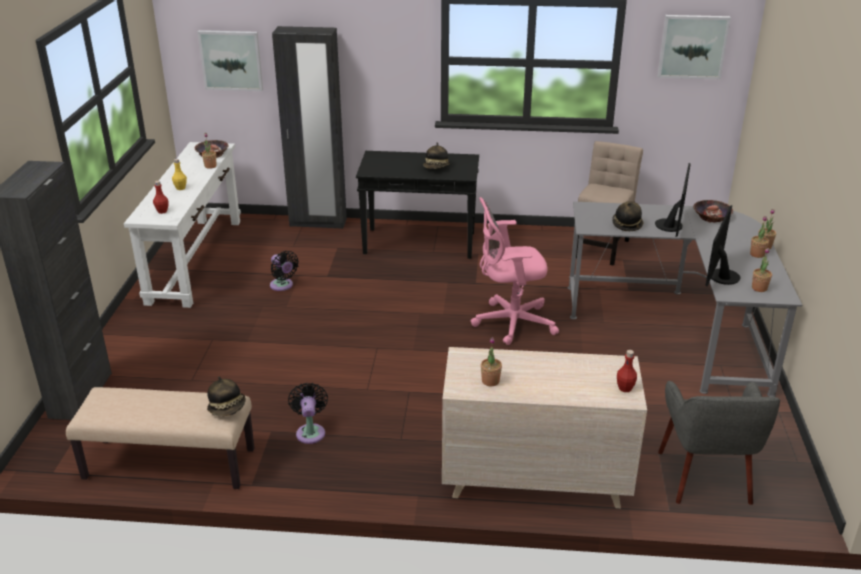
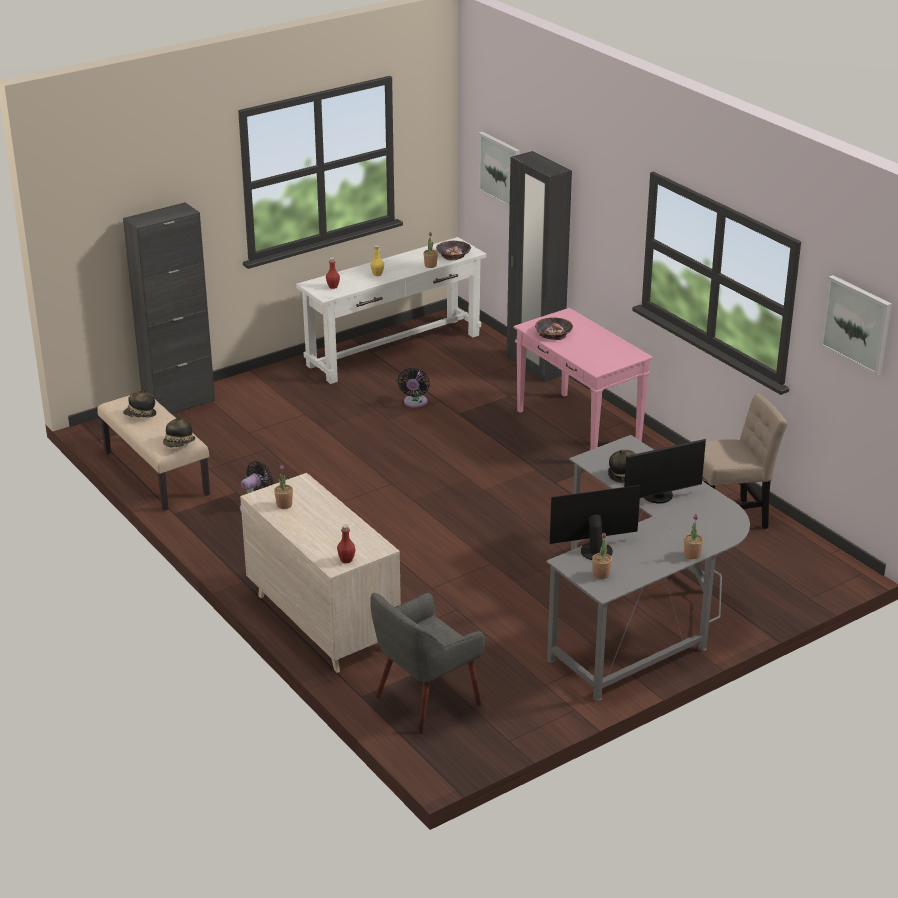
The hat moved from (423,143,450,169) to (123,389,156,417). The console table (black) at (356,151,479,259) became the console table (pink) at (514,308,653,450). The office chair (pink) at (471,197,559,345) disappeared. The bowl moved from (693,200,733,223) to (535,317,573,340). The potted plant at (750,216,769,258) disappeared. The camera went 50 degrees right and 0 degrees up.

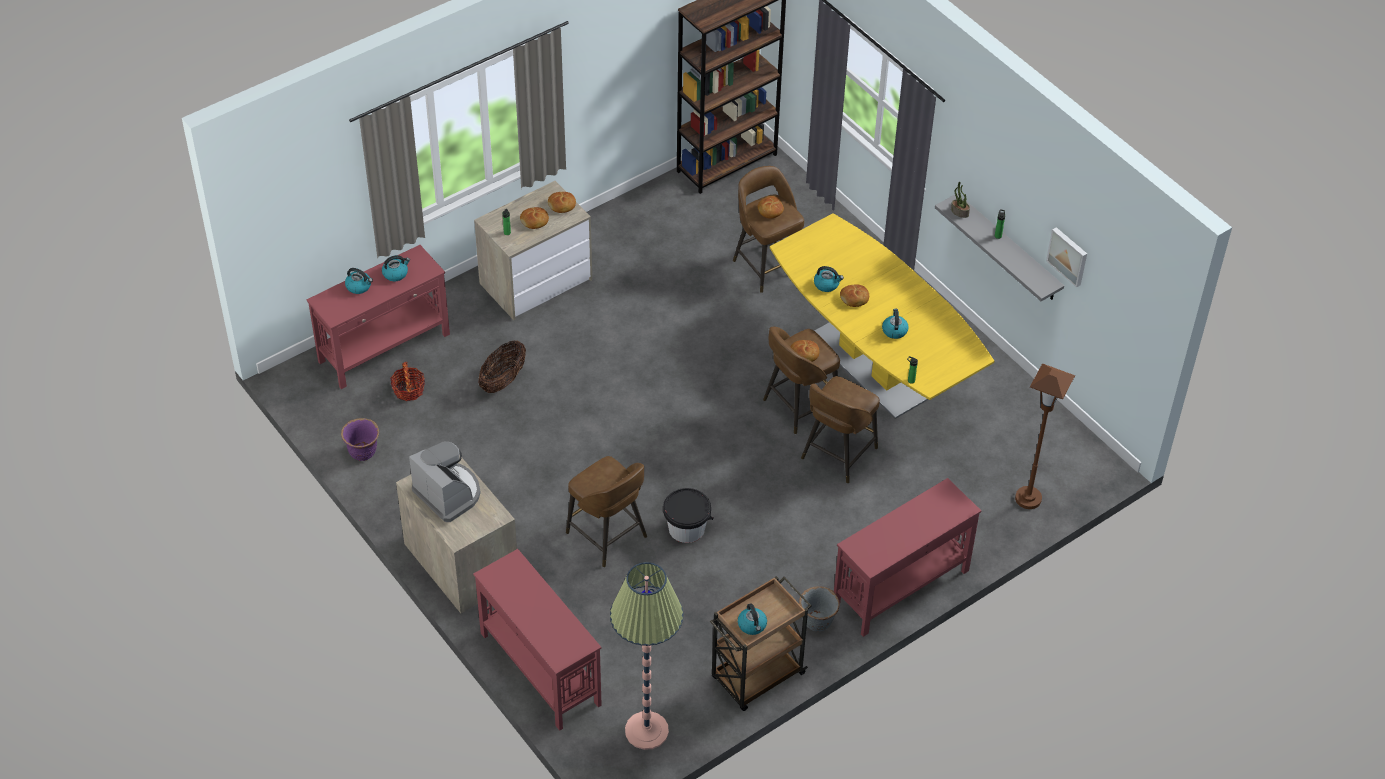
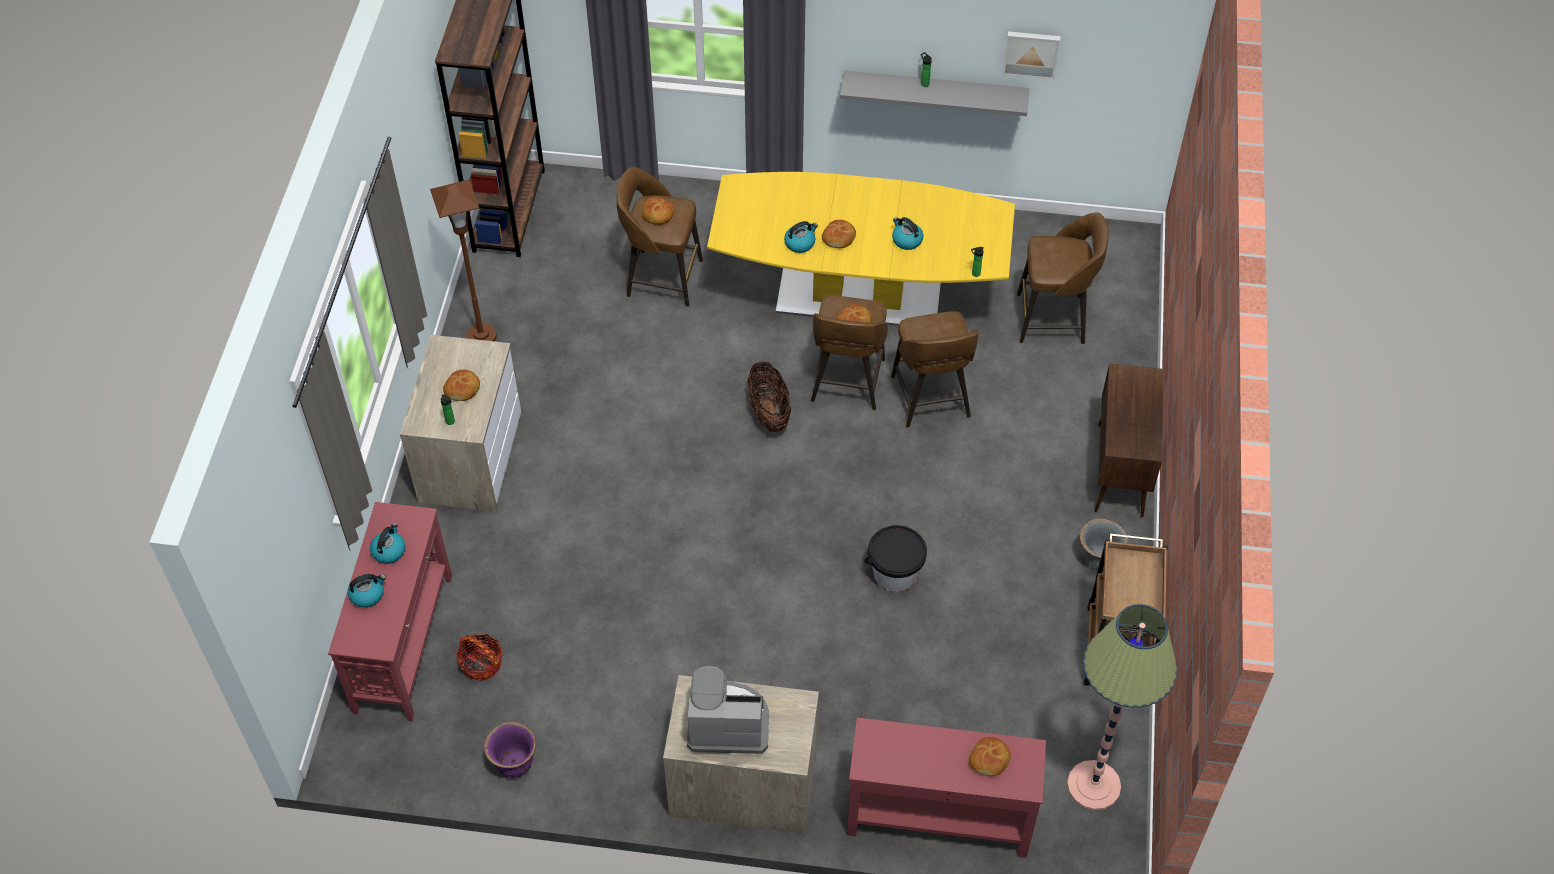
The potted plant at (951,182,970,218) disappeared. The bread moved from (548,192,576,213) to (969,737,1011,776). The basket moved from (478,341,526,393) to (747,362,791,432). The floor lamp (brown) moved from (1015,363,1075,509) to (430,180,497,341). The stool (brown) moved from (566,456,647,567) to (1017,212,1109,344). The console table (red) at (834,478,981,637) was replaced by the cabinet (brown) at (1094,363,1164,517). The kettle at (738,603,767,635) disappeared. The camera went 45 degrees left and 5 degrees up.

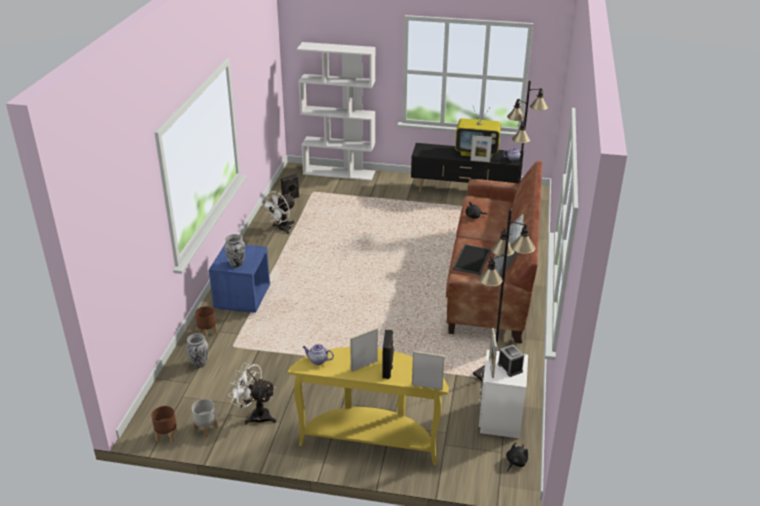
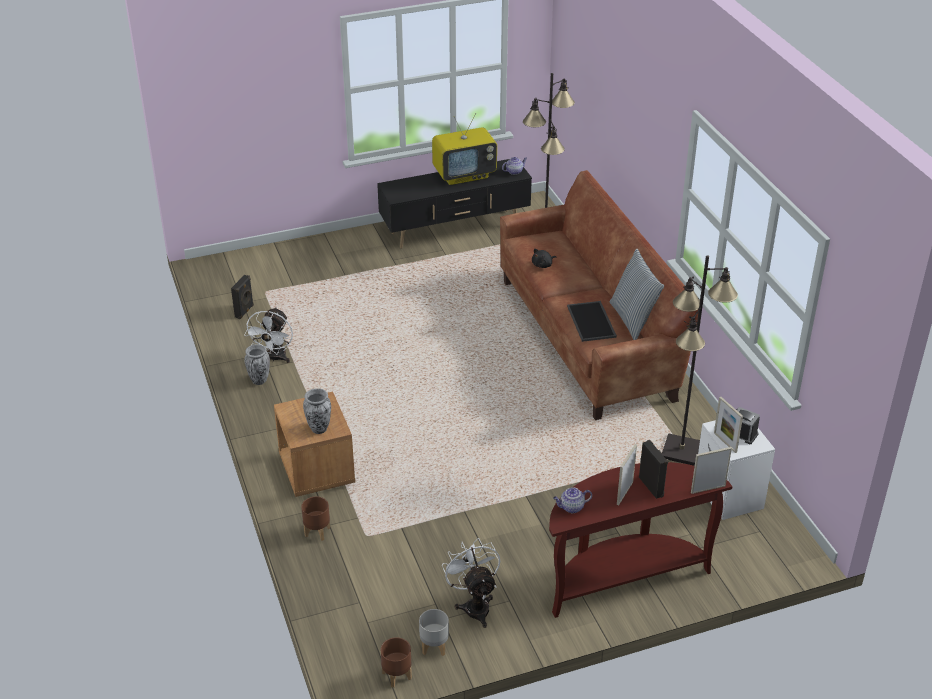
The bookcase (white) at (297,42,376,181) disappeared. The picture frame at (470,135,492,162) disappeared. The nightstand (blue) at (209,245,270,313) became the nightstand (brown) at (274,391,355,497). The vase moved from (186,333,208,368) to (245,344,270,385). The console table (yellow) at (288,347,449,465) became the console table (brown) at (549,462,732,618). The fan (white) at (228,363,276,425) turned 75 degrees clockwise. The plush toy (black) at (506,443,528,472) disappeared. The camera went 30 degrees left and 5 degrees up.

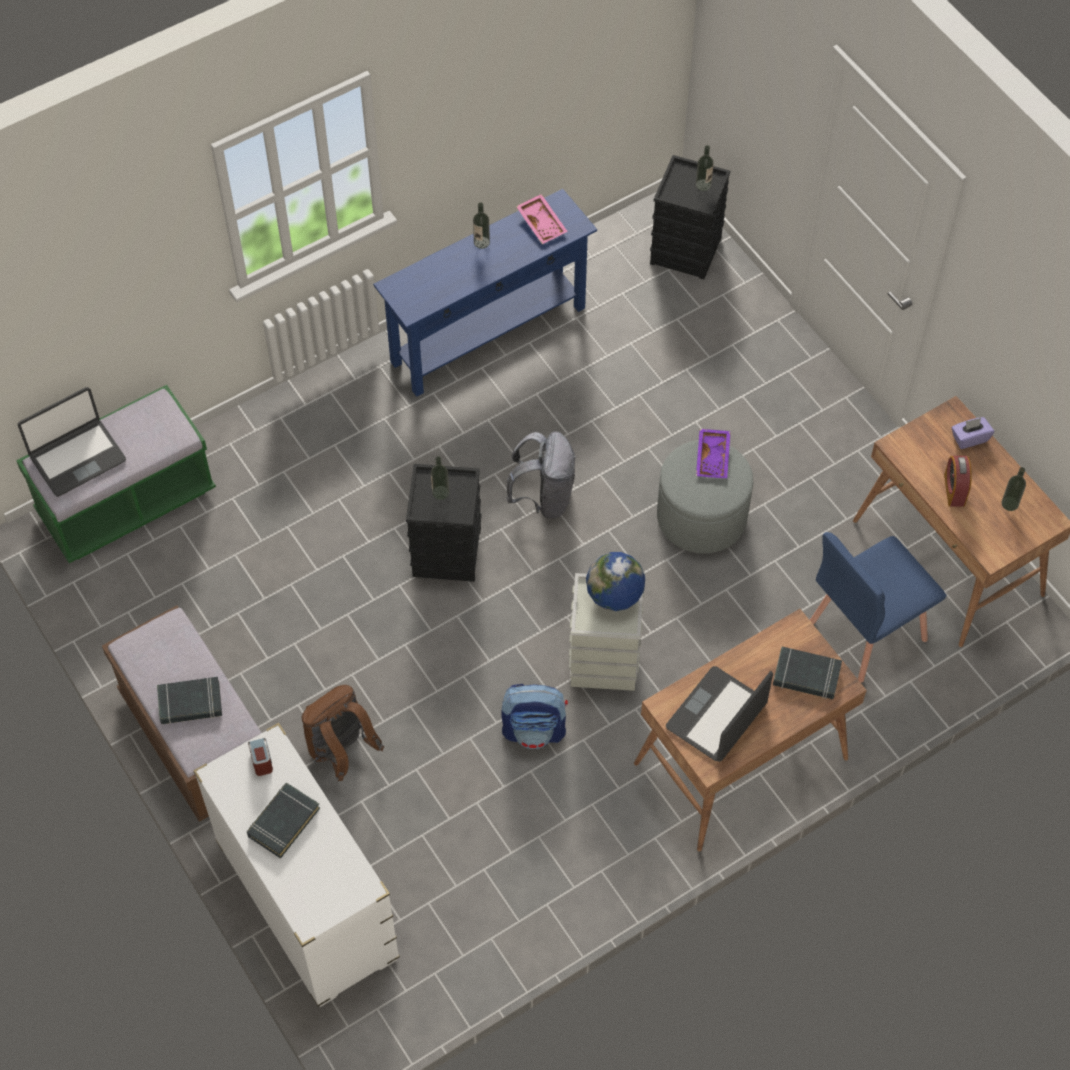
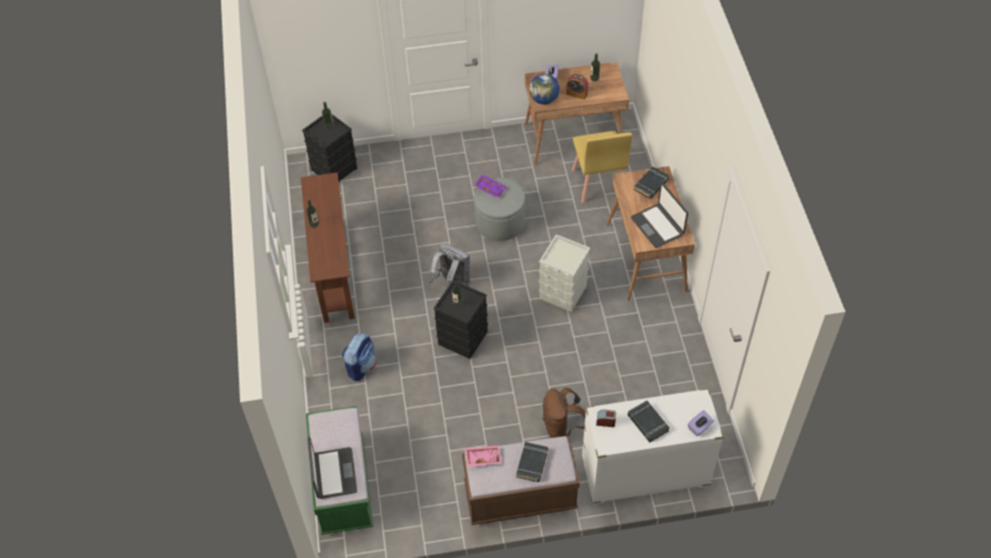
The console table (blue) at (373,189,597,397) became the console table (brown) at (301,173,355,323). The tray (pink) moved from (516,194,568,244) to (465,446,502,466). The chair (blue) at (810,532,946,682) became the chair (yellow) at (572,131,633,203). The globe moved from (586,552,645,611) to (529,74,560,105). The backpack moved from (501,684,568,749) to (342,333,376,381). The tissue box (purple) at (688,410,714,437) appeared. The camera went 65 degrees left and 5 degrees down.

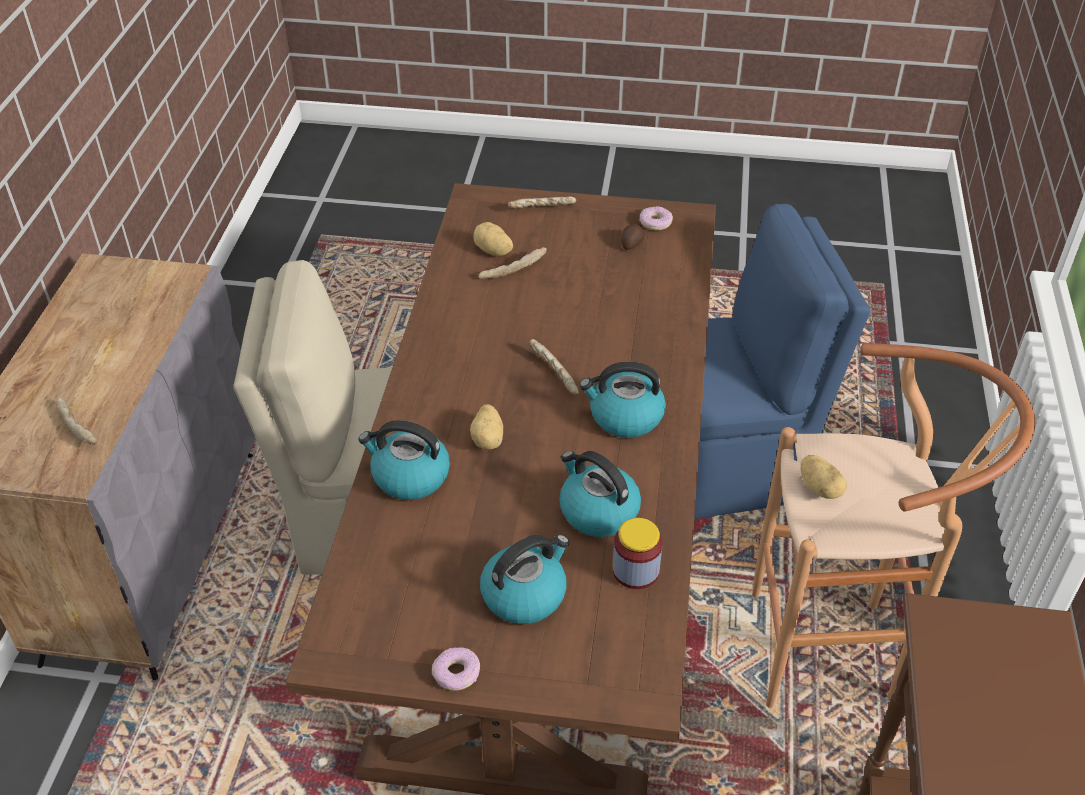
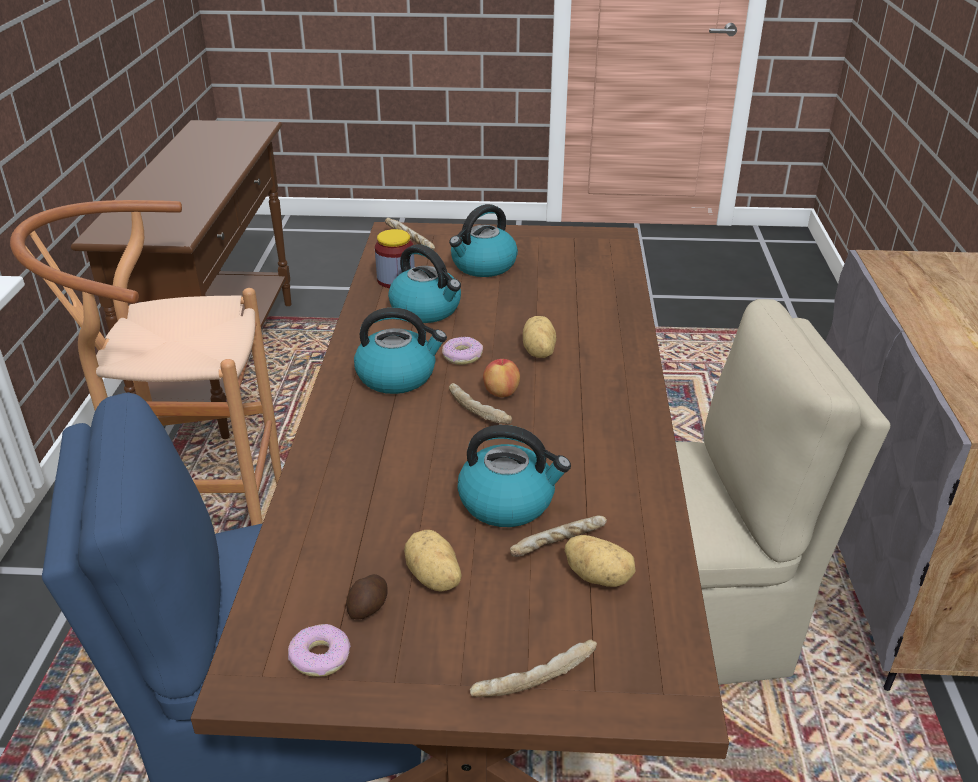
The bread moved from (56,398,98,445) to (385,218,435,250). The kettle moved from (359,420,450,500) to (457,425,571,527). The potato moved from (801,455,847,499) to (404,530,462,592). The donut moved from (432,647,480,691) to (442,336,483,365). The apple at (483,359,520,397) appeared. The camera went 175 degrees right and 10 degrees down.

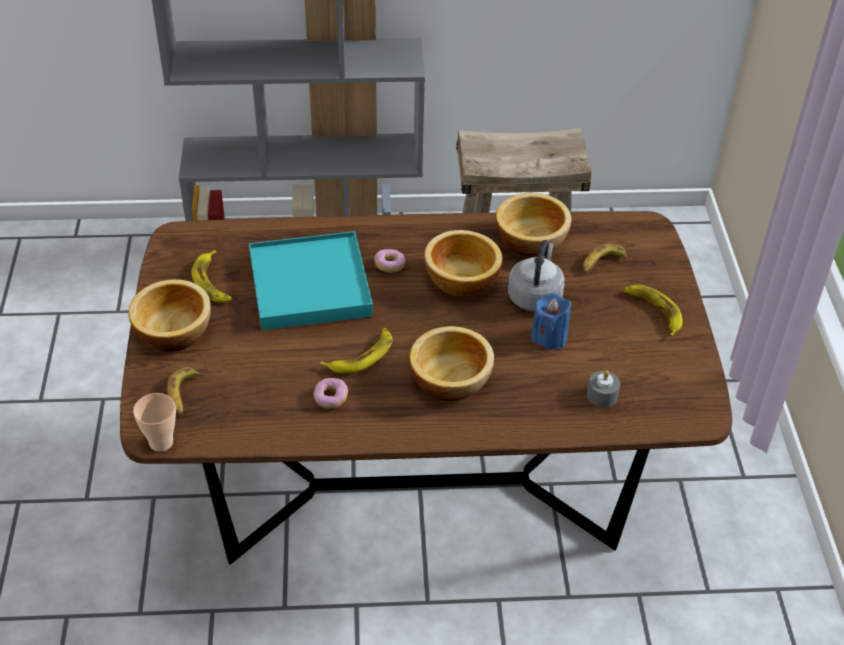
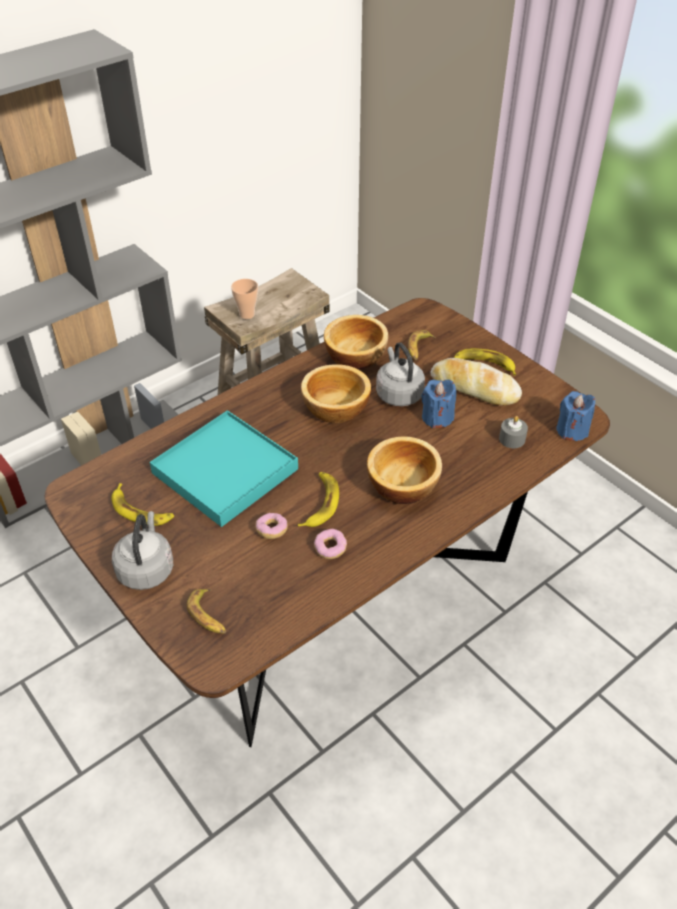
The donut moved from (374,249,405,273) to (255,513,288,539). The bowl at (128,279,211,352) was replaced by the kettle (grey) at (112,511,173,590). The cup moved from (133,393,176,452) to (231,279,258,319). The bread at (431,358,522,406) appeared. The candle (blue) at (556,391,595,441) appeared. The camera went 35 degrees left and 0 degrees up.

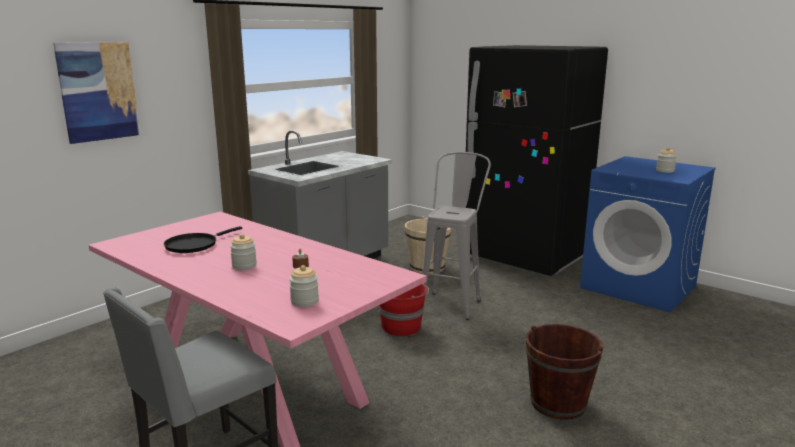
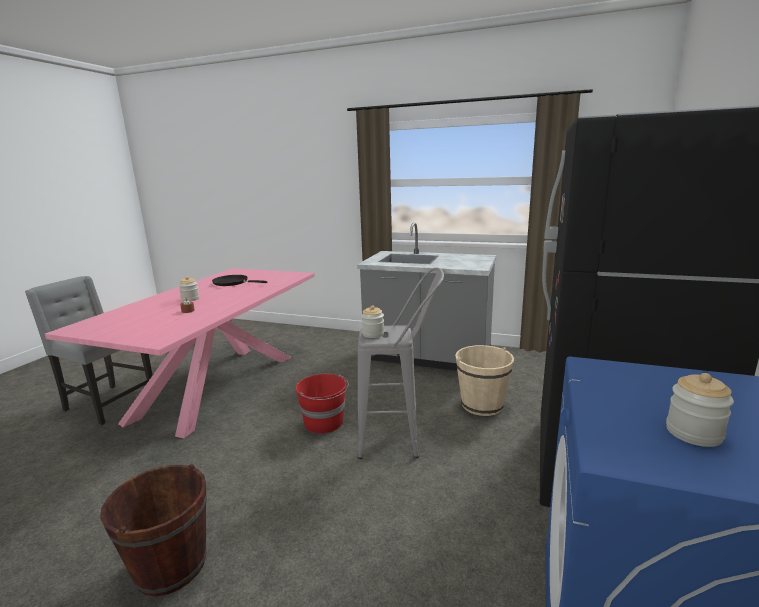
The picture at (53,42,140,144) disappeared. The jar moved from (289,265,319,307) to (361,305,384,338). The camera went 70 degrees right and 0 degrees up.

